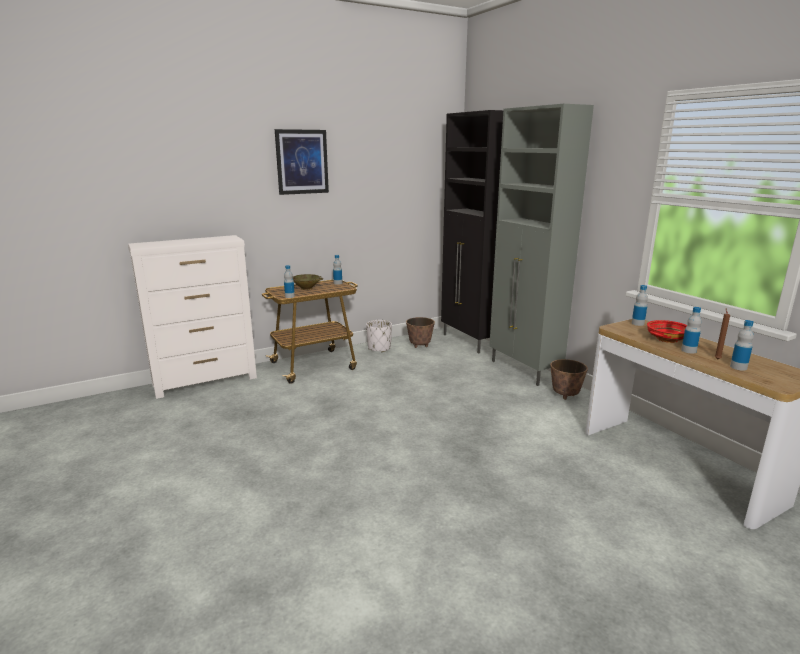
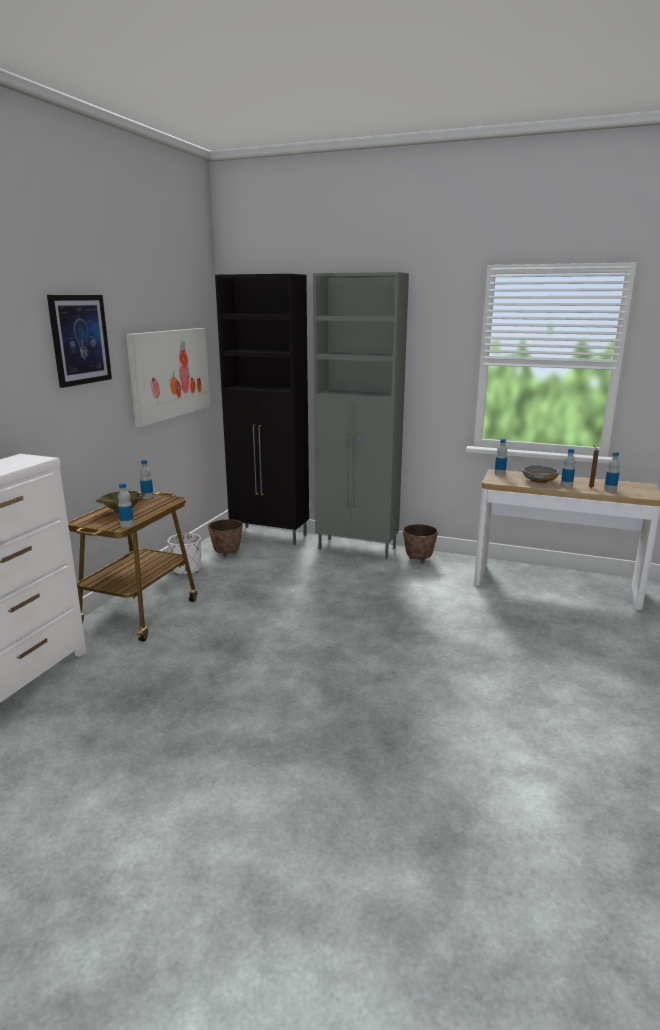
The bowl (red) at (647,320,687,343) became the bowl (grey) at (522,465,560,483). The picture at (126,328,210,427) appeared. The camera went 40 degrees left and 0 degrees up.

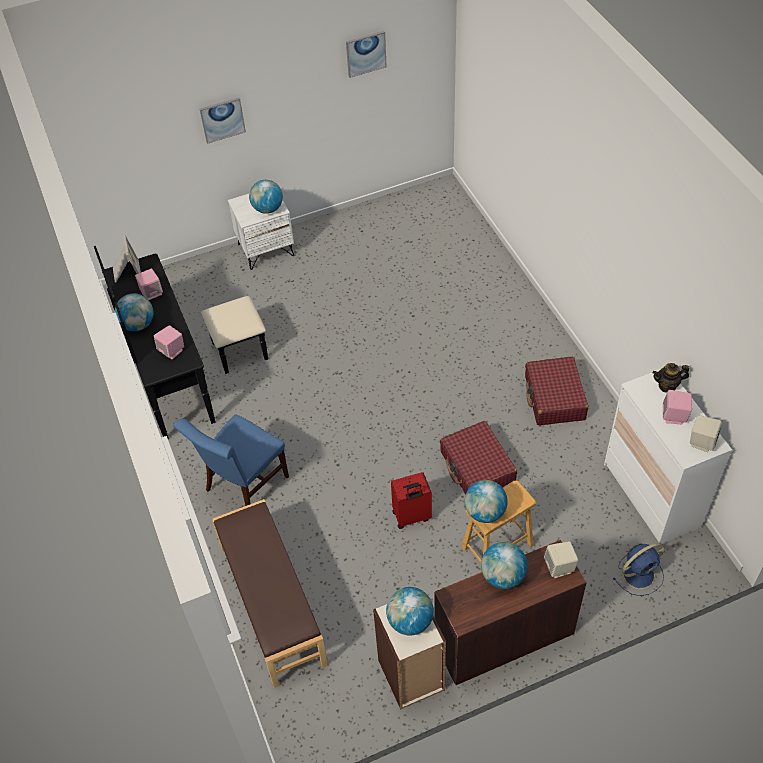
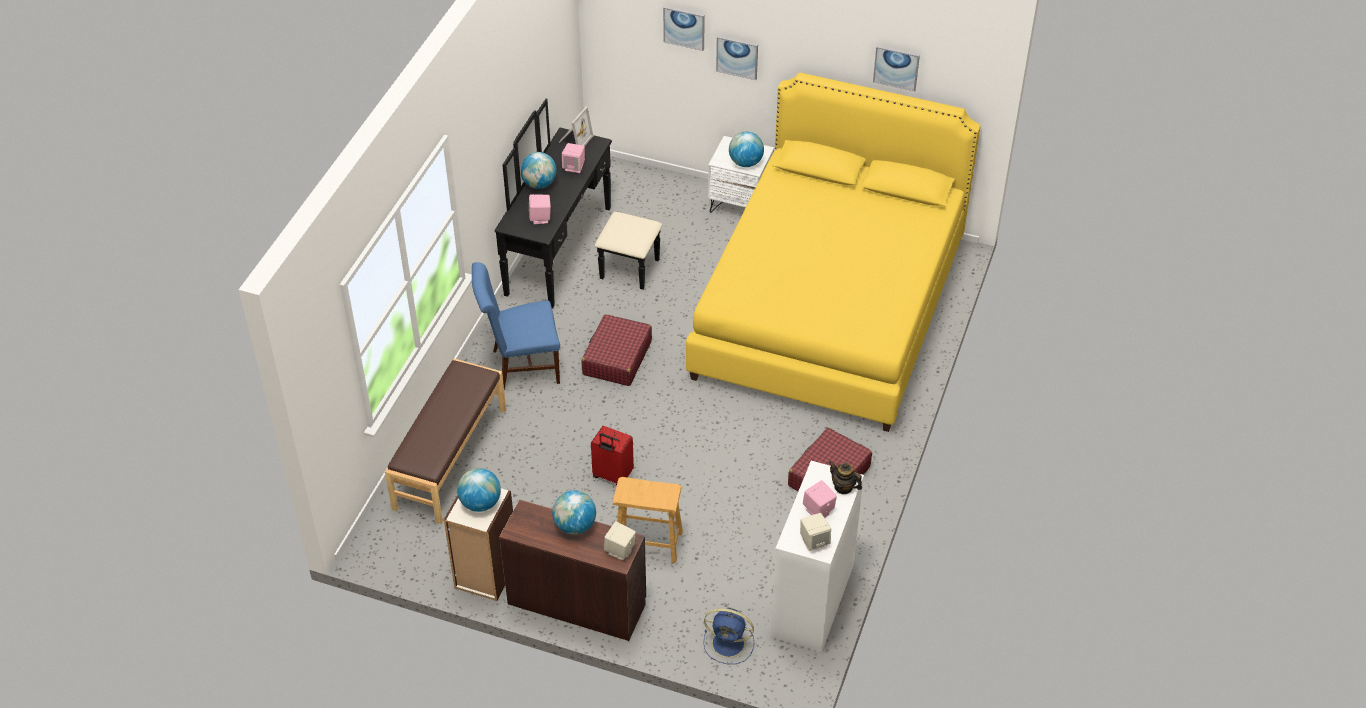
The suitcase (red) moved from (440,421,517,495) to (581,314,652,386). The globe at (465,480,508,523) disappeared. The picture at (663,6,705,51) appeared. The bed (yellow) at (686,72,981,432) appeared. The camera went 40 degrees right and 5 degrees down.

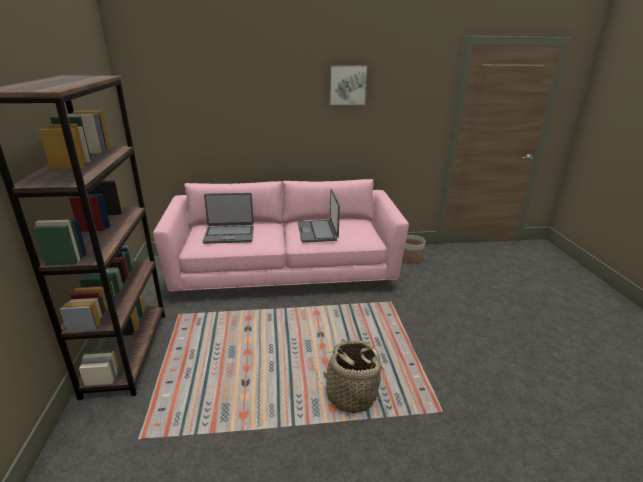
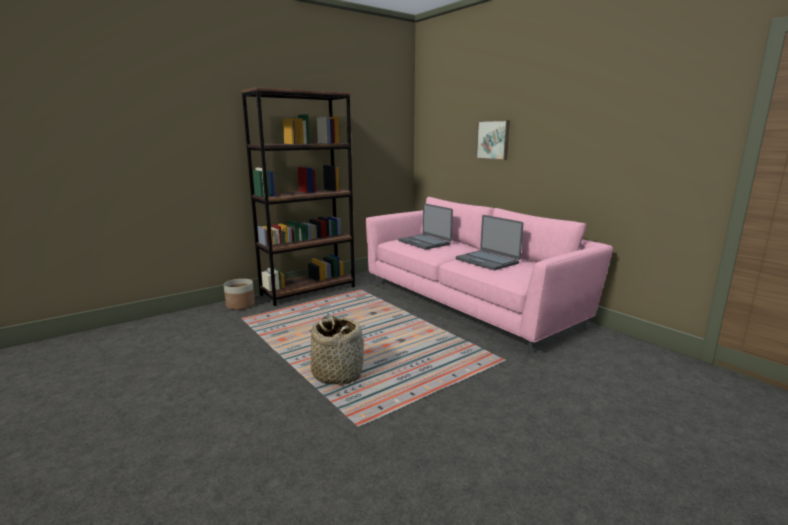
The picture moved from (329,65,368,106) to (476,120,510,160). The laptop at (298,189,340,243) turned 90 degrees counterclockwise. The planter moved from (402,235,425,263) to (224,279,255,310). The camera went 60 degrees right and 10 degrees down.

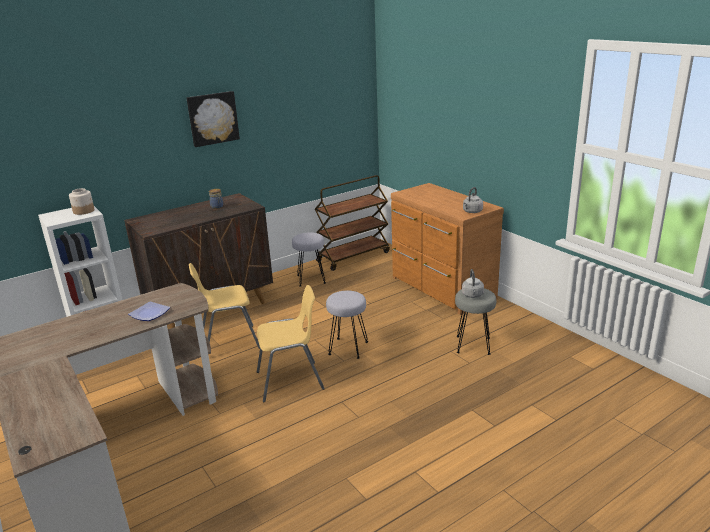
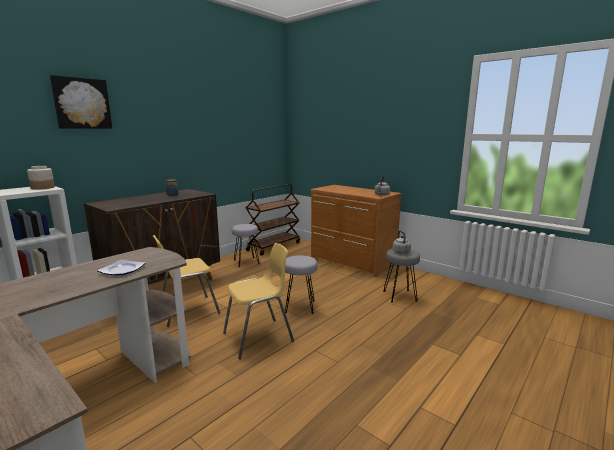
The picture moved from (187,91,240,147) to (50,75,112,129). The camera went 15 degrees left and 10 degrees down.

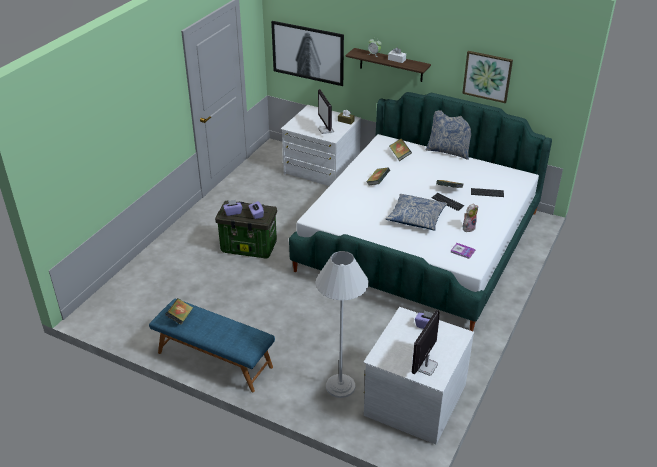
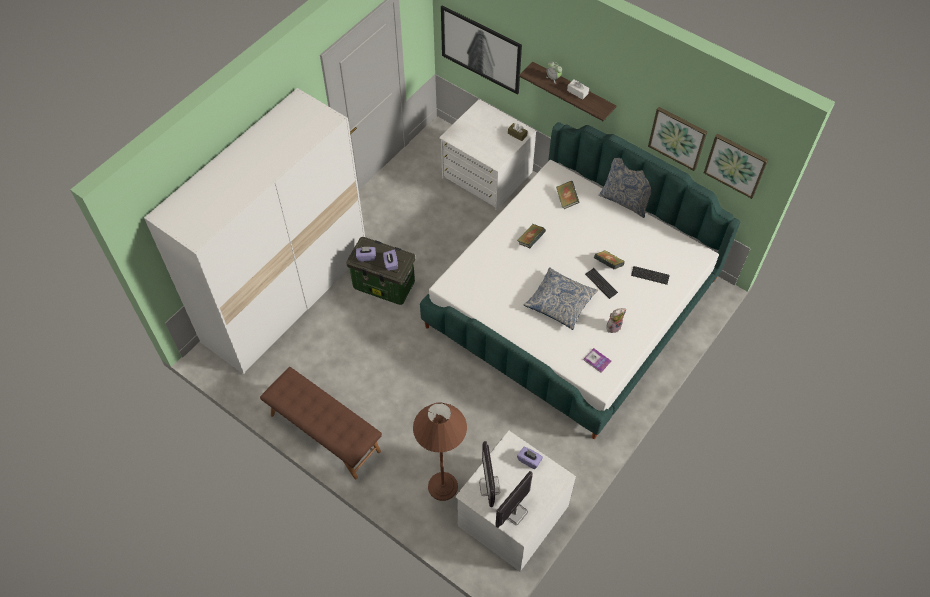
The monitor moved from (318,89,334,134) to (479,441,501,507). The floor lamp (white) at (316,251,369,398) became the floor lamp (brown) at (413,402,467,501). The book at (165,298,193,325) disappeared. The bench (blue) at (149,299,275,392) became the bench (brown) at (260,367,382,480). The wardrobe (white) at (144,88,365,374) appeared. The picture at (704,133,768,199) appeared. The camera went 10 degrees right and 20 degrees up.

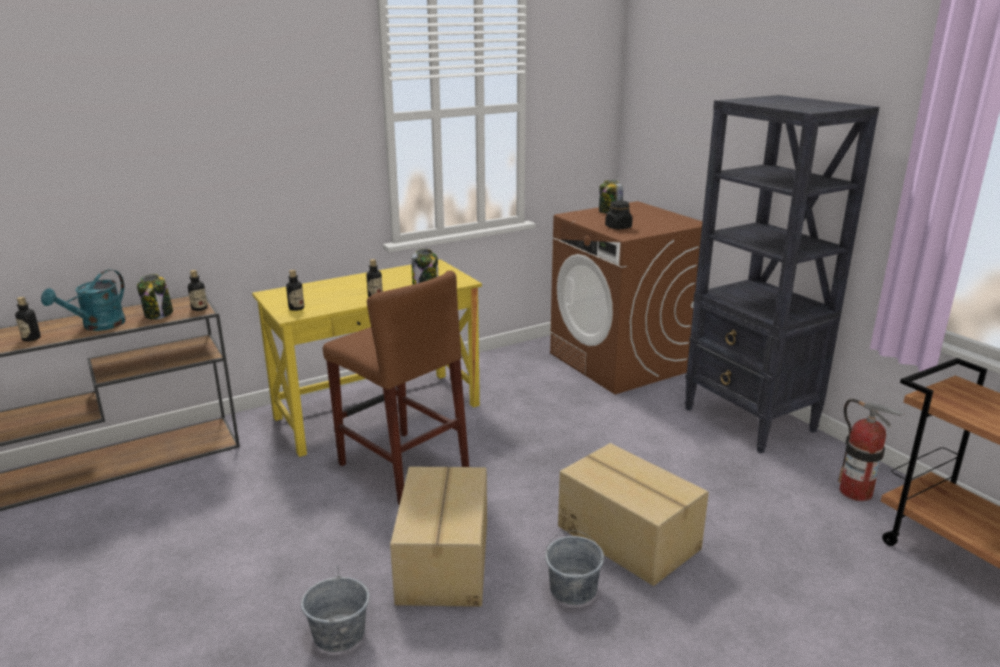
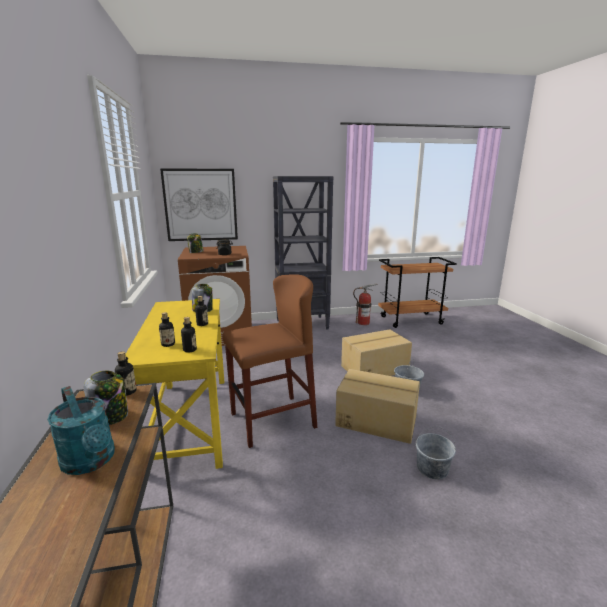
The bottle moved from (15,297,41,342) to (159,312,175,347). The picture at (160,168,238,241) appeared. The camera went 70 degrees left and 5 degrees down.

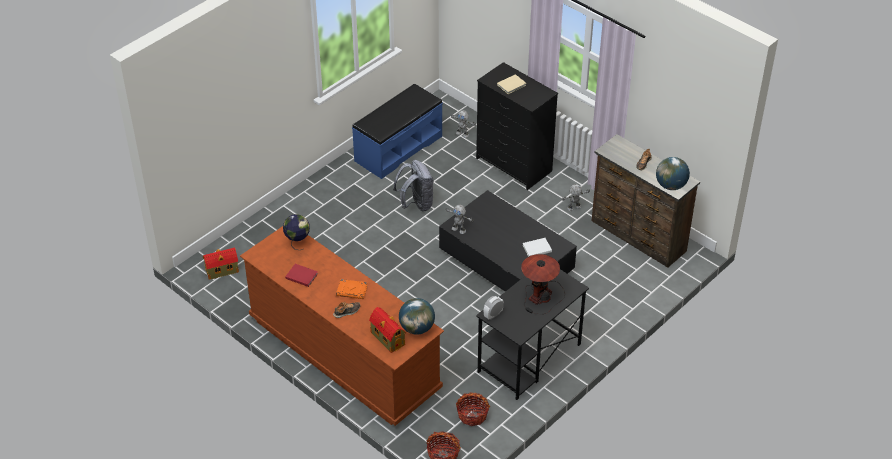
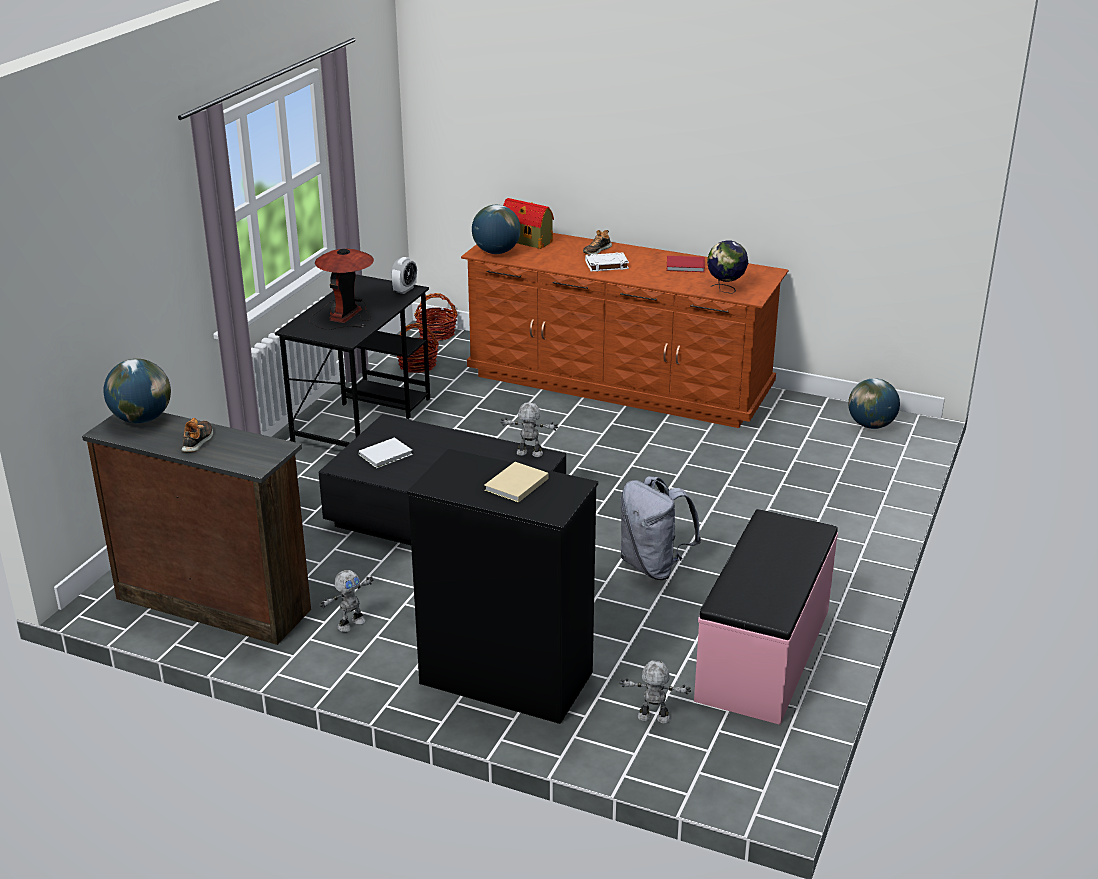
The bench (blue) at (352,84,443,179) became the bench (pink) at (694,509,838,725). The toy house at (203,247,239,280) was replaced by the globe at (848,378,900,429). The book (orange) at (336,279,368,299) became the book (white) at (585,252,629,271). The camera went 160 degrees right and 15 degrees down.

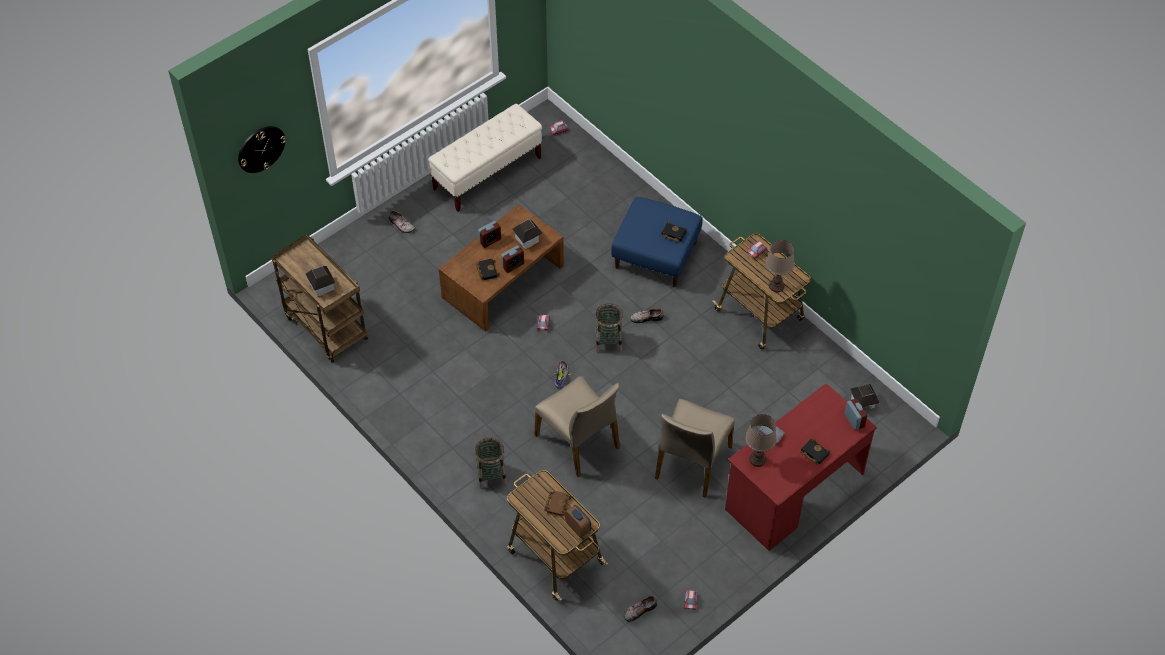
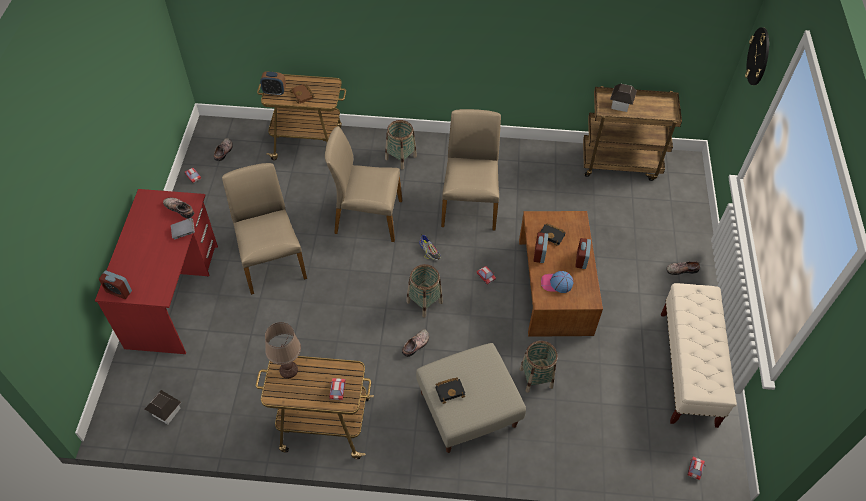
The ottoman (blue) at (611,197,703,287) became the ottoman (beige) at (416,343,526,453). The toy house at (512,219,543,249) was replaced by the cap at (541,271,574,293). The table lamp (brown) at (745,414,777,467) was replaced by the shoe at (163,198,194,219). The book (black) at (800,439,831,465) disappeared. The chair (beige) at (441,109,501,231) appeared. The basket at (519,341,558,393) appeared. The camera went 135 degrees right and 0 degrees up.

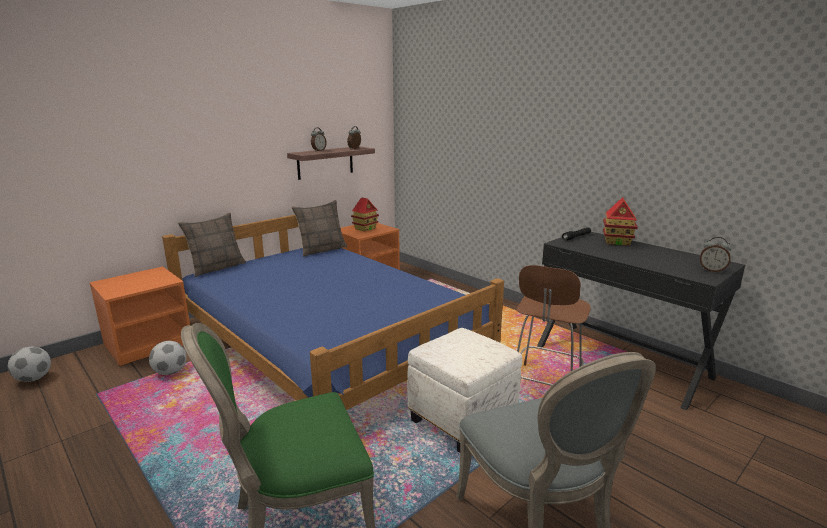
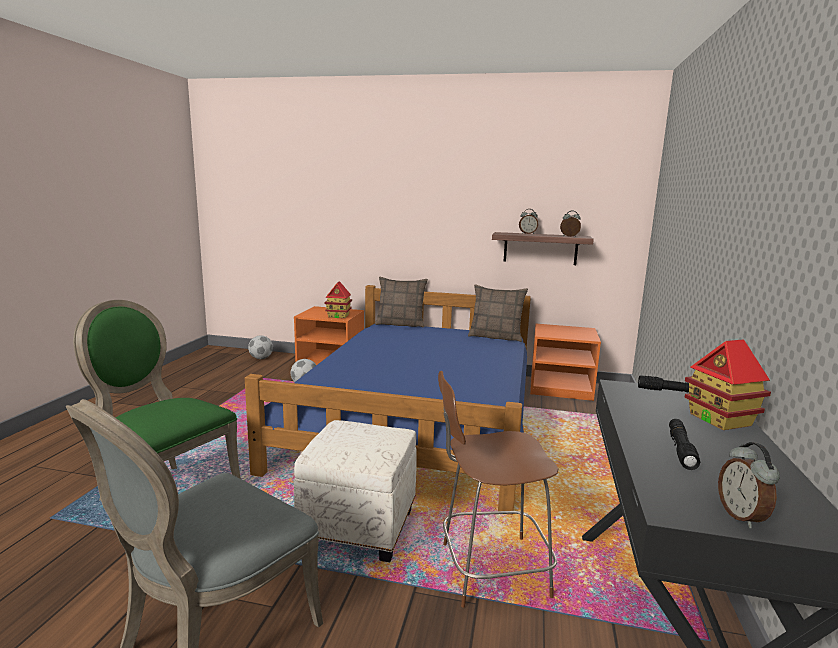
The toy house moved from (351,197,379,231) to (324,281,352,319). The flashlight (black) at (669,419,700,470) appeared. The camera went 55 degrees right and 5 degrees down.

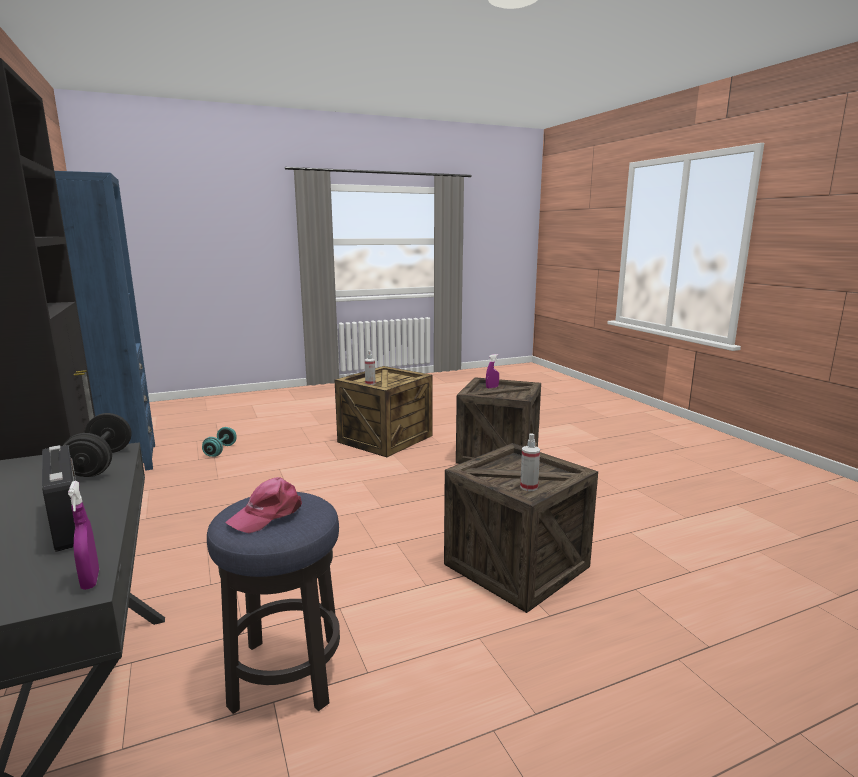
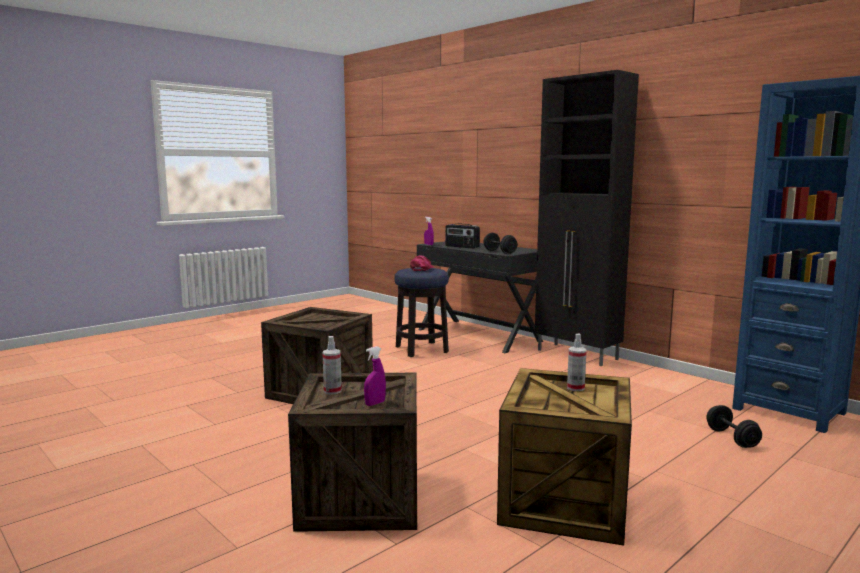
The dumbbell (turquoise) at (202,427,236,457) became the dumbbell (black) at (706,405,762,448). The spray bottle moved from (520,433,540,491) to (323,336,342,395). The camera went 160 degrees right and 5 degrees down.

